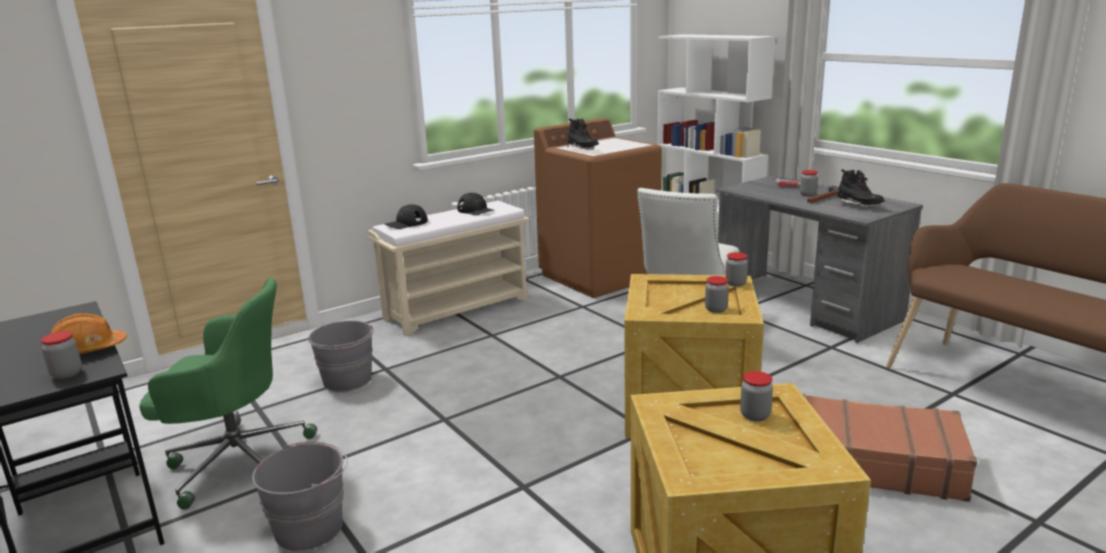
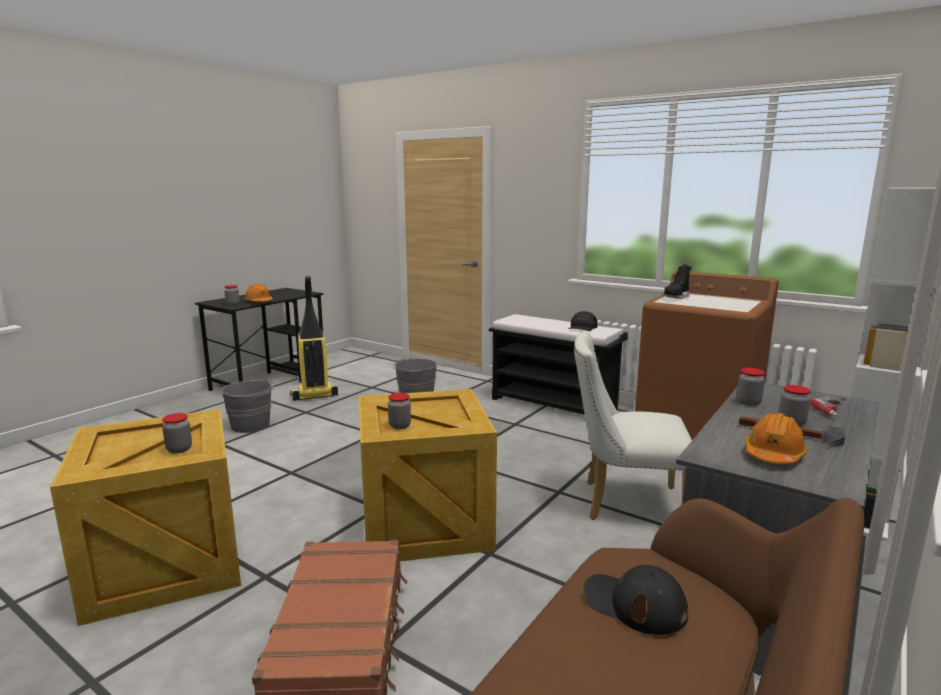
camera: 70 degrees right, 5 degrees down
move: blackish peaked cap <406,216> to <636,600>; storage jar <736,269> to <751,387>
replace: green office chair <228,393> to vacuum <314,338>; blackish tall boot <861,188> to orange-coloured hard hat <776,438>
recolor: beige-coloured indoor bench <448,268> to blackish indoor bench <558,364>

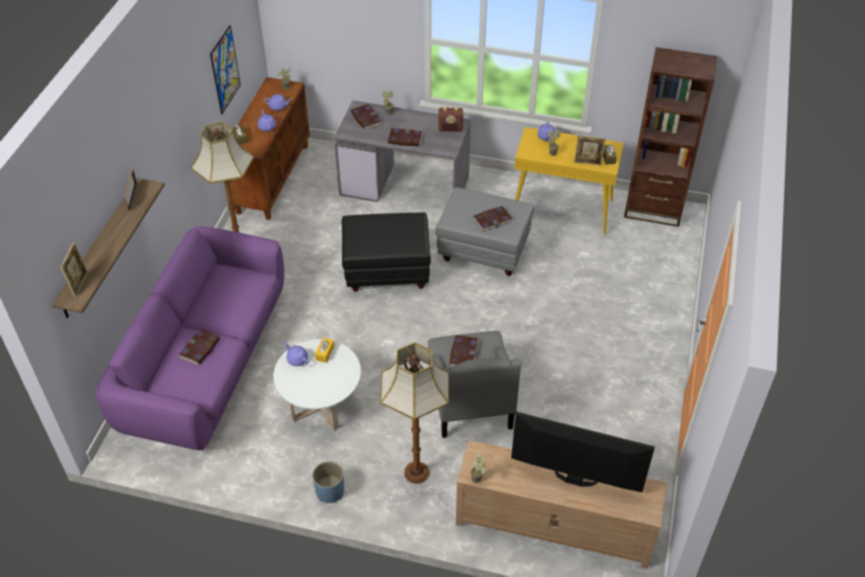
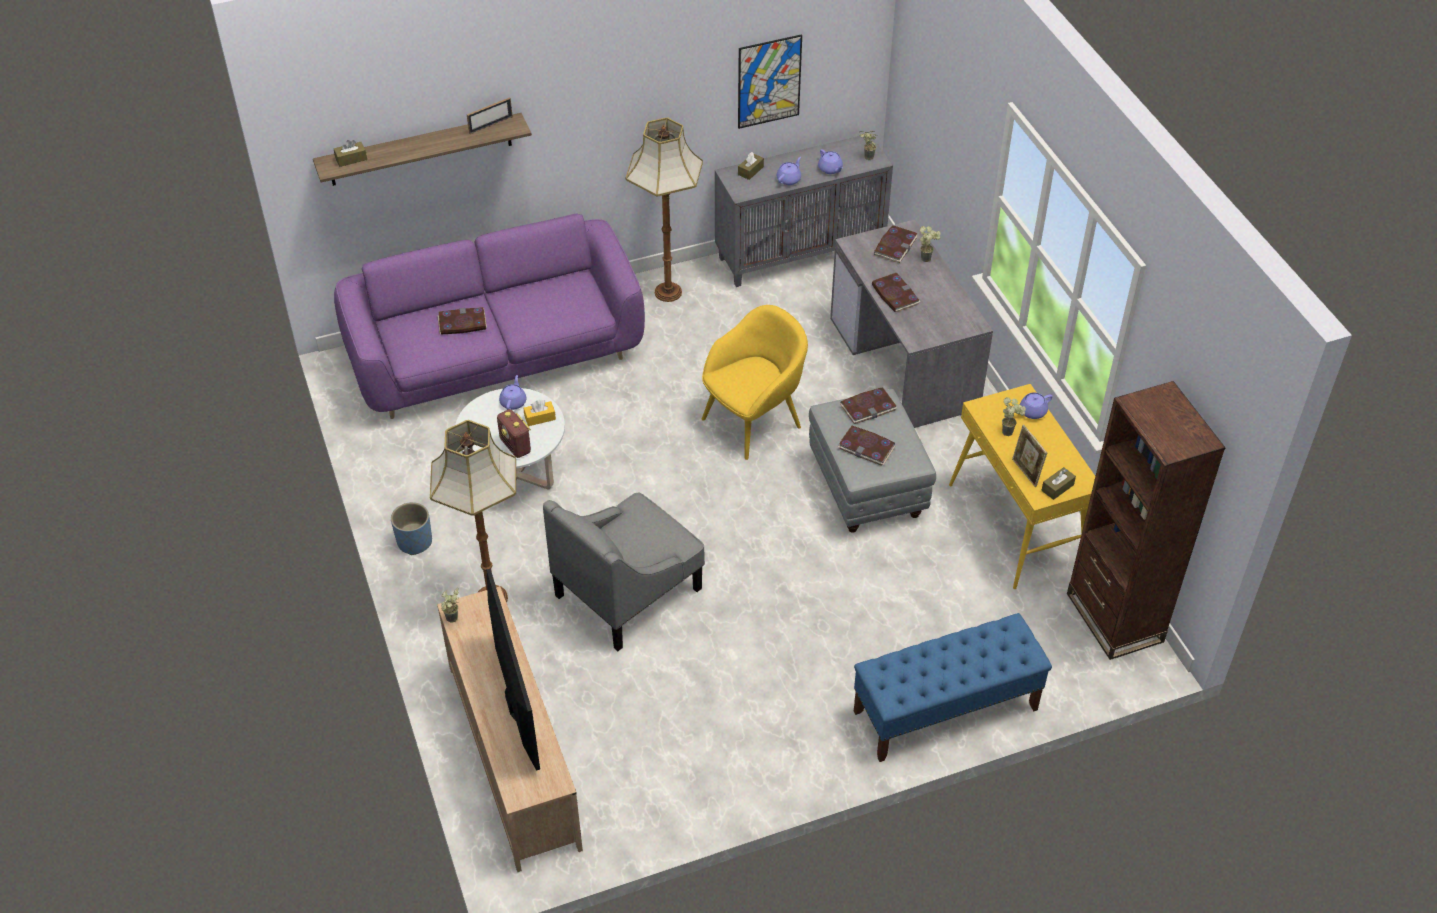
camera: 55 degrees right, 0 degrees up
insert: bluish indoor bench <953,687>
move: radio set <450,119> to <514,433>; book <464,351> to <868,405>
replace: picture frame <74,269> to brown-coloured tissue holder <350,153>; blackish ottoman <386,252> to yellow-coloured lounge chair <755,382>
recolor: brown-coloured cabinet <269,148> to greyish cabinet <804,211>

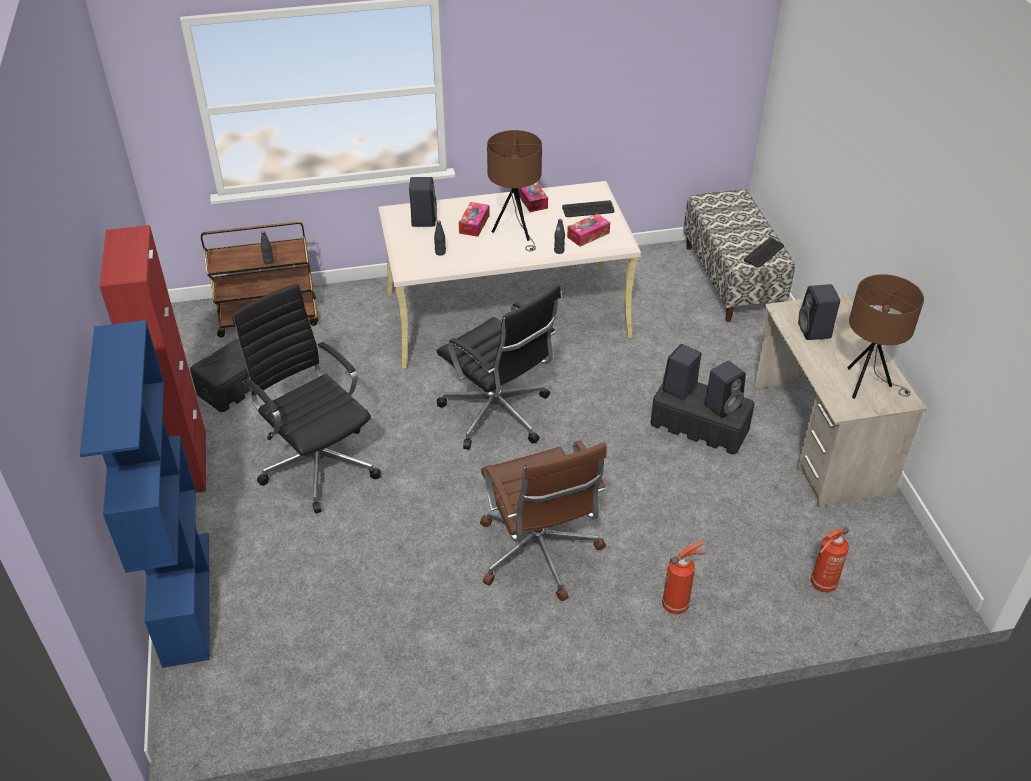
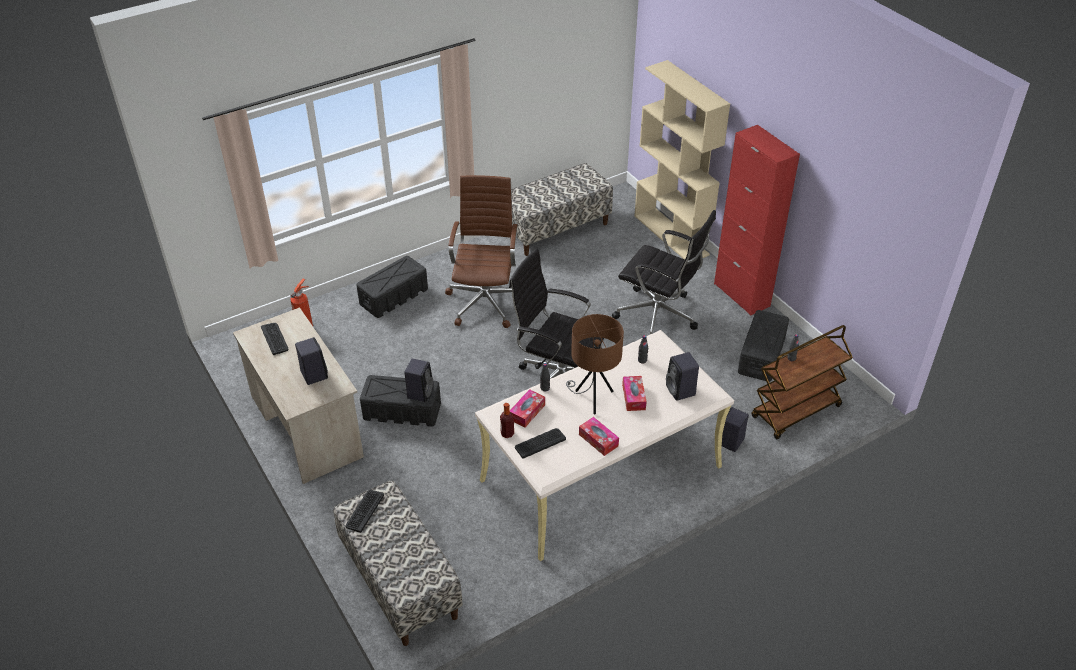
camera: 160 degrees right, 0 degrees up
insert: drink bottle <507,420>; indoor bench <562,209>
move: blackish loudspeaker <725,389> to <735,429>
replace: extinguisher <683,577> to blackish storage box <392,287>; brown-coloured tabletop lamp <885,336> to computer keyboard <275,339>
recolor: bluish bookcase <145,494> to beige-coloured bookcase <682,160>
rotate: brown-coloured office chair <543,521> = <481,251> 45 degrees clockwise

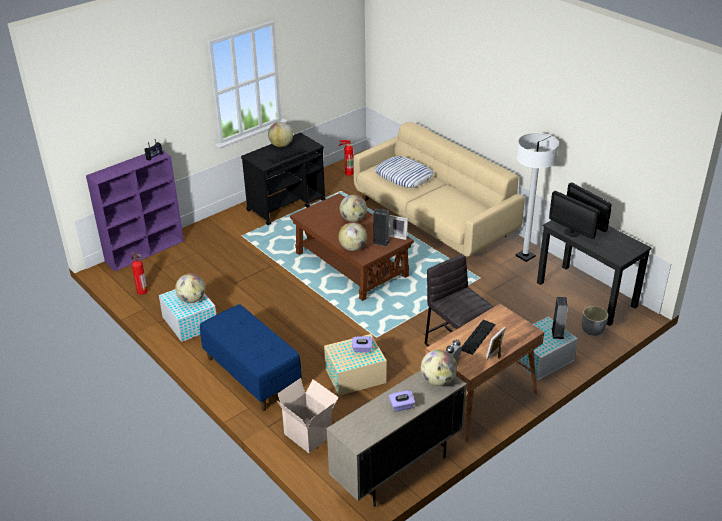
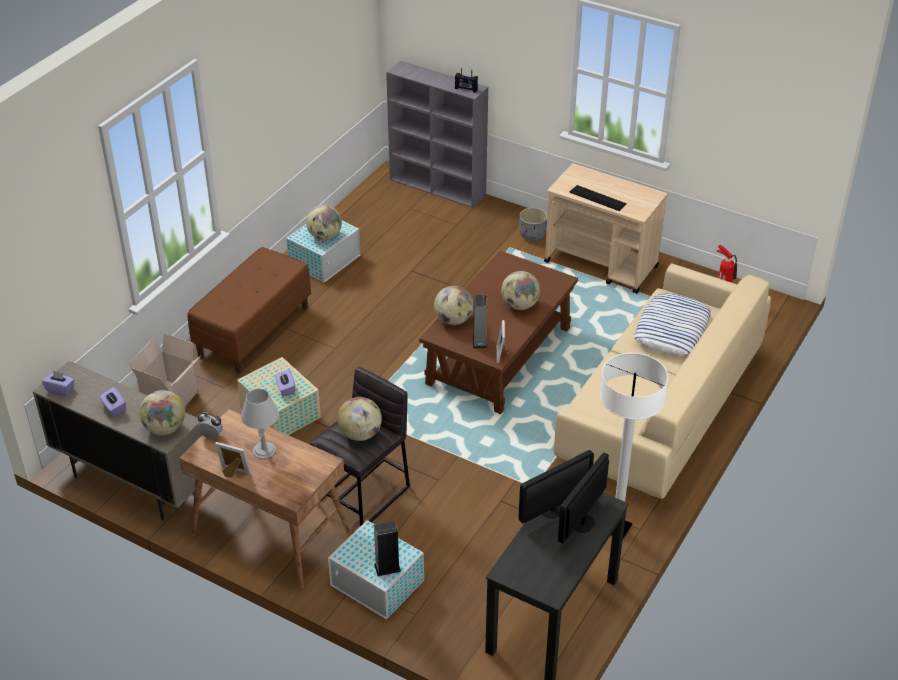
camera: 70 degrees right, 5 degrees up
delete: extinguisher <139,273>
insert: purple tissue holder <58,383>
move: world globe <280,134> to <360,419>; greyish flower pot <595,321> to <533,224>
replace: computer keyboard <479,337> to greyish tabletop lamp <260,423>
recolor: purple bookcase <135,210> to greyish bookcase <437,134>; bluish indoor bench <251,357> to brown-coloured indoor bench <249,310>; blackish trolley <283,179> to beige-coloured trolley <605,228>
rotate: computer display <574,215> = <556,487> 150 degrees counterclockwise

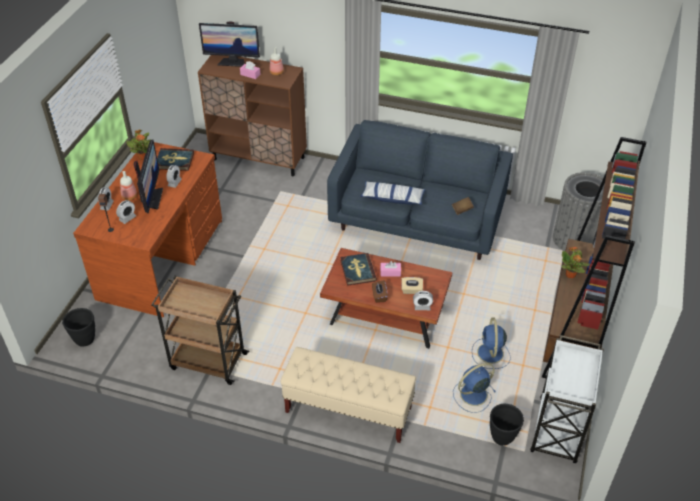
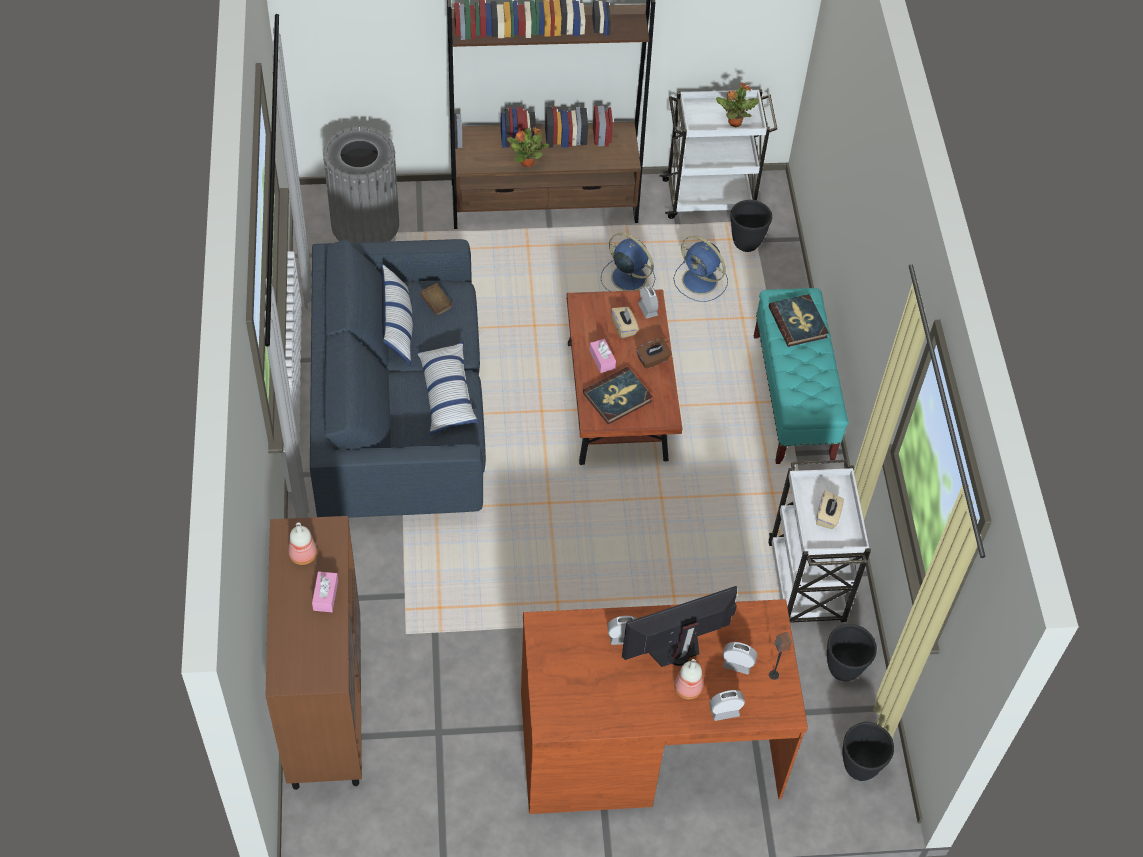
camera: 115 degrees left, 10 degrees up
delete: computer display <229,44>
insert: throw pillow <397,314>; beige-coloured tissue holder <830,510>; blackish flower pot <852,652>
move: plant in a pot <138,145> to <737,105>; book <175,159> to <799,320>
recolor: brown-coloured trolley <200,330> to whitish trolley <819,541>; beige-coloured indoor bench <348,395> to blue-green indoor bench <801,376>
rotate: bluish electric fan <491,343> = <628,262> 120 degrees counterclockwise

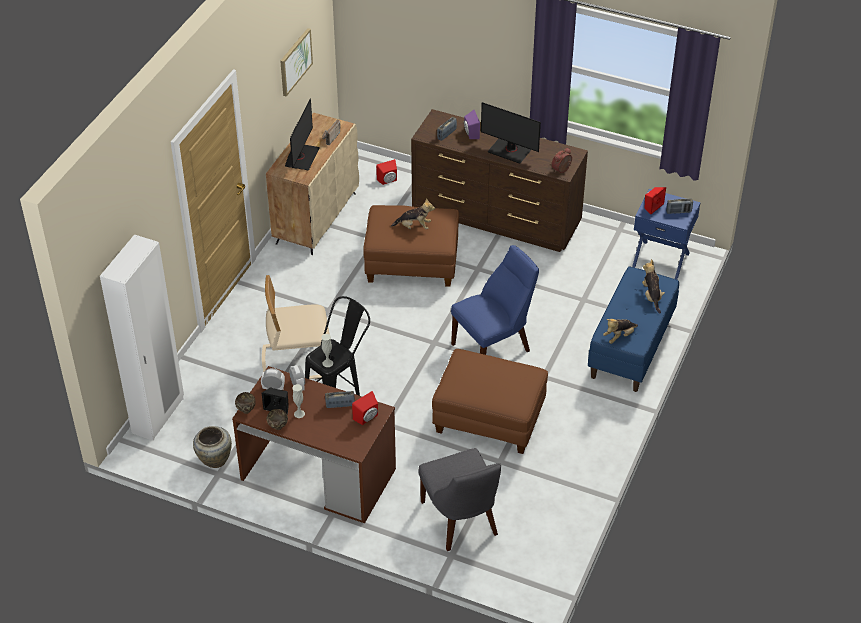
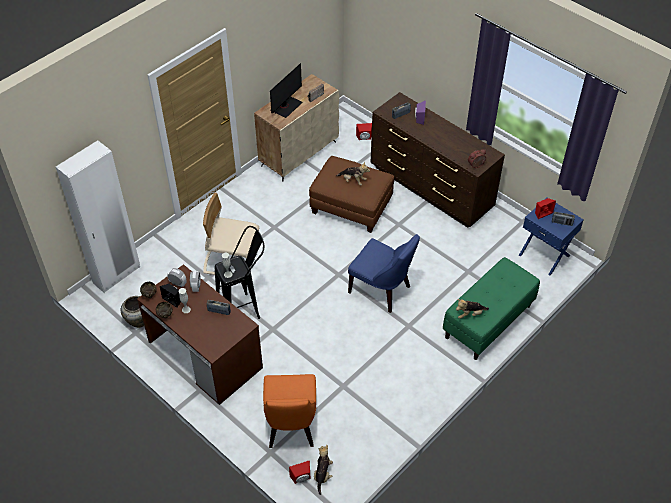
camera: 20 degrees right, 5 degrees up
delete: wall art <296,62>; brown-coloured ottoman <490,401>; computer display <511,133>
move: red loudspeaker <365,408> to <299,472>; soft toy <653,286> to <323,470>
recolor: greyish upright chair <459,499> to orange-coloured upright chair <289,411>; bluish indoor bench <633,329> to green indoor bench <491,308>
rotate: bluish upright chair <495,300> = <384,273> 45 degrees clockwise

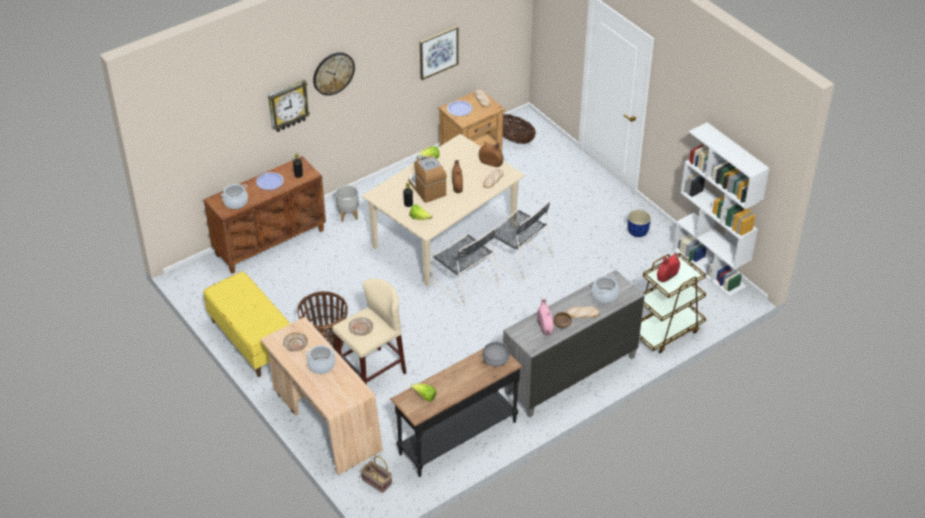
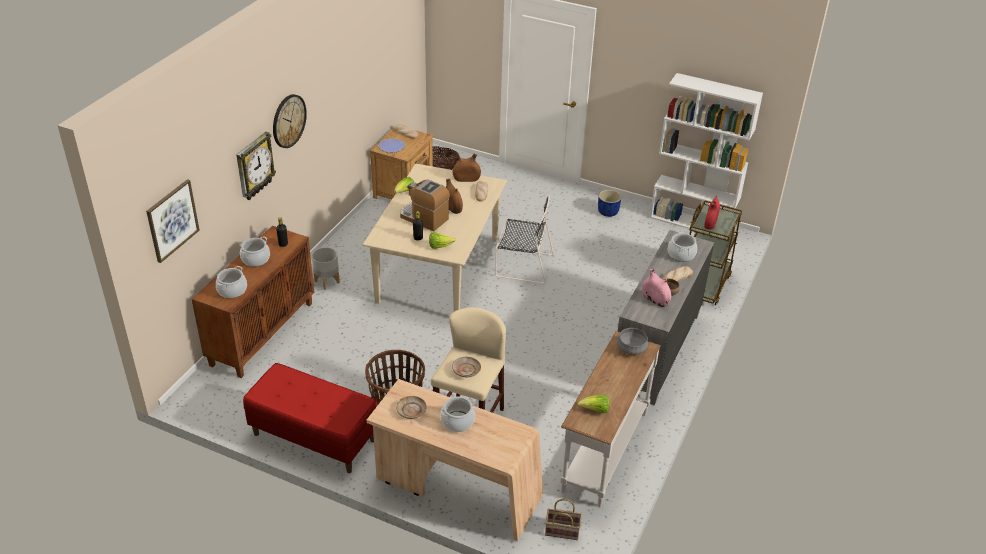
camera: 30 degrees left, 5 degrees down
delete: blackish upright chair <465,267>
move: wall art <439,53> to <173,221>
replace: flat dish <270,181> to saucepot <255,251>
recolor: yellow-coloured indoor bench <247,324> to red indoor bench <310,418>; blackish hall table <456,409> to whitish hall table <610,419>

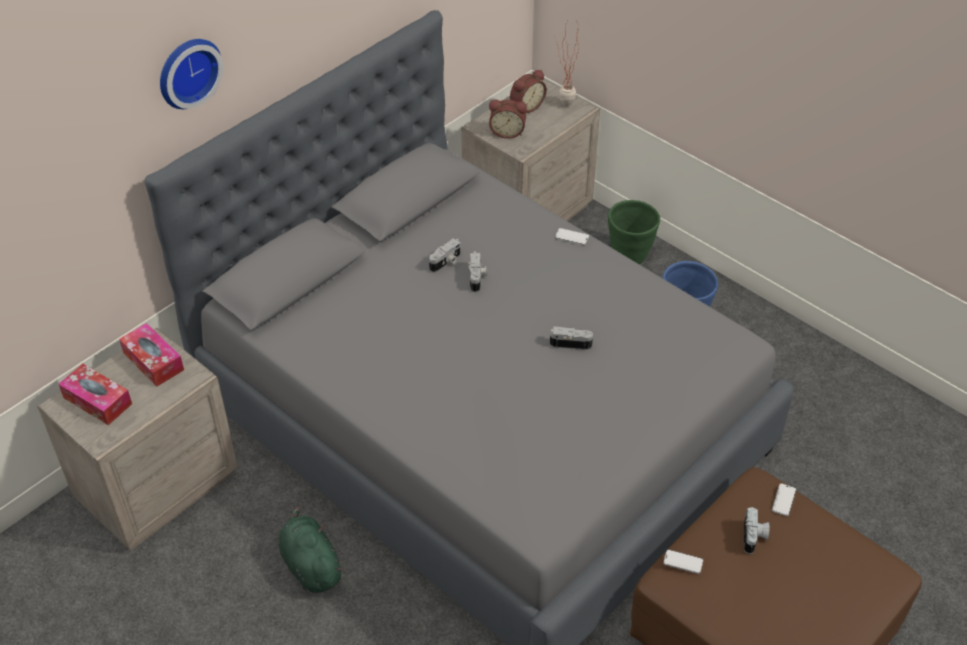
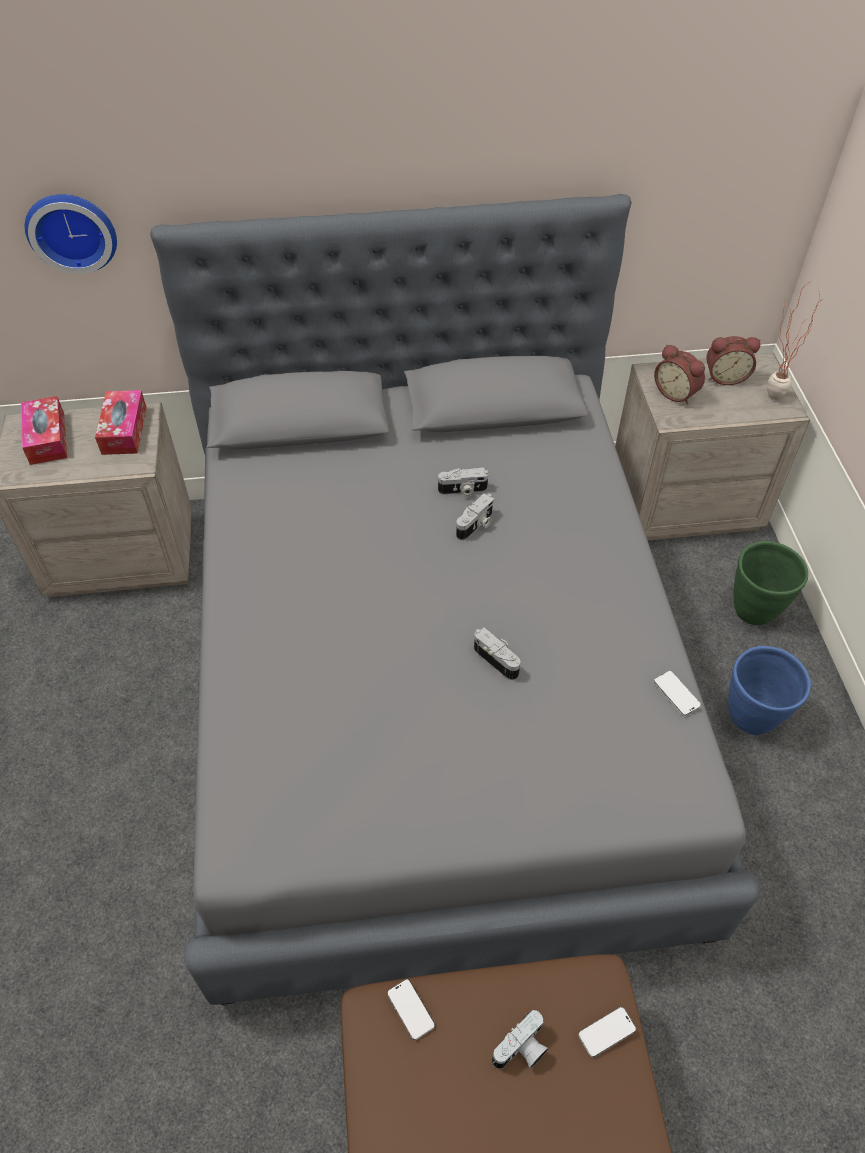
camera: 40 degrees right, 5 degrees up
delete: green soft toy <311,549>
move: clock on the wall <191,74> to <71,234>; phone <572,236> to <677,693>

